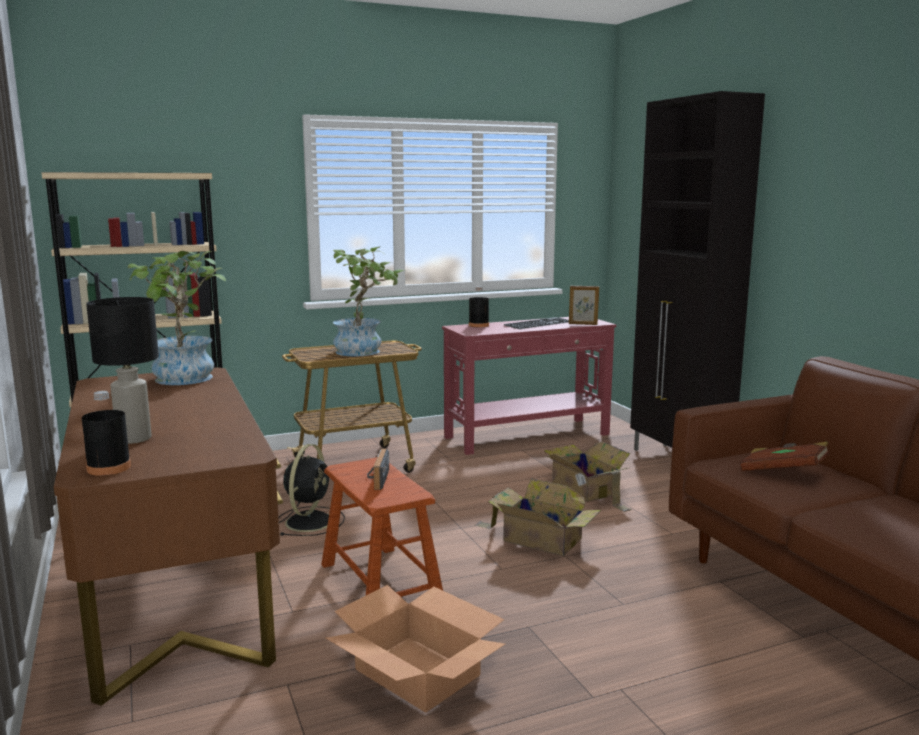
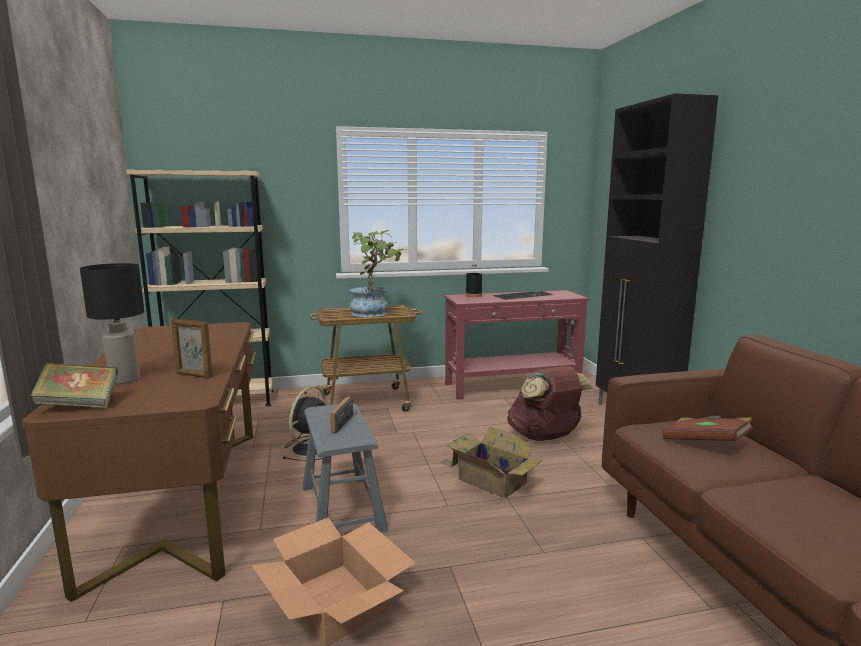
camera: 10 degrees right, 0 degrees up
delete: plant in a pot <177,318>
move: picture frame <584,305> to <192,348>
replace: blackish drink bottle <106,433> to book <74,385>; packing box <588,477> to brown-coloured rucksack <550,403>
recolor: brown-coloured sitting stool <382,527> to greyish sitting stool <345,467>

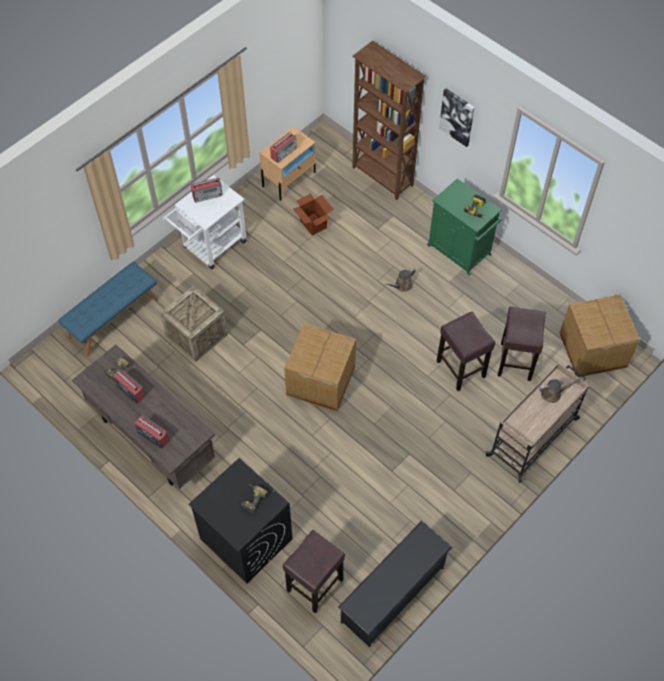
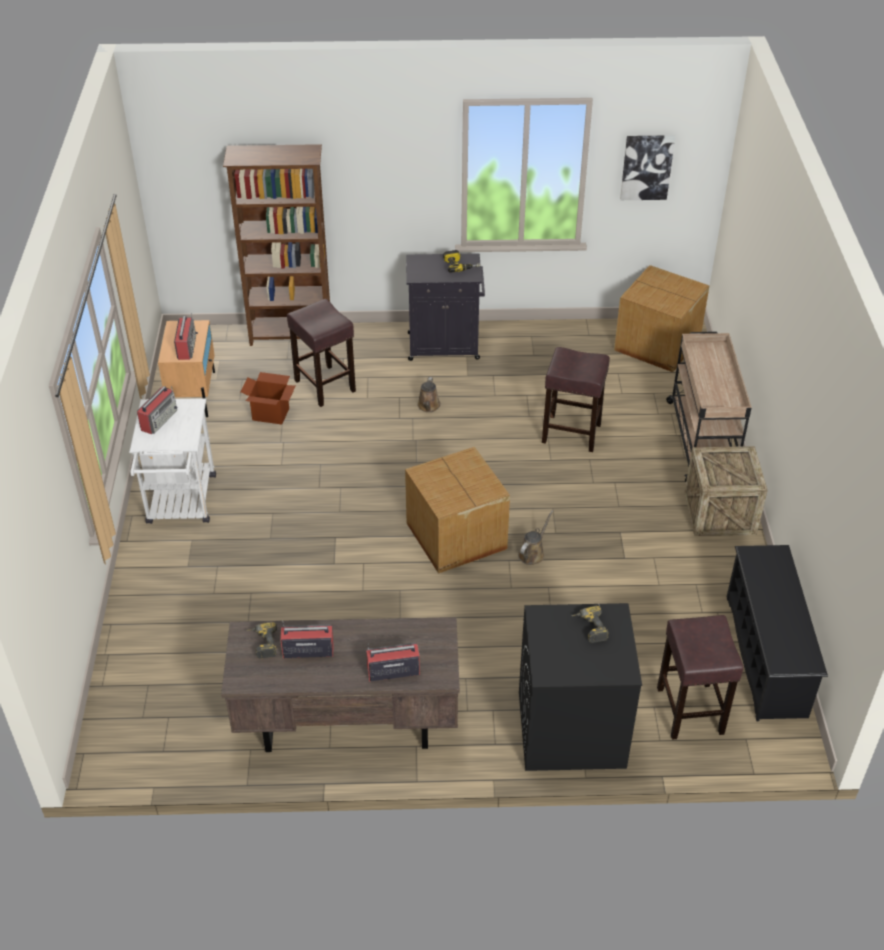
camera: 45 degrees left, 15 degrees down
delete: bluish indoor bench <108,308>
move: shipping crate <194,323> to <726,491>; wall art <457,117> to <647,167>; brown-coloured sitting stool <522,344> to <321,353>; brown-coloured watering pot <561,390> to <535,537>
recolor: green cabinet <464,227> to blackish cabinet <445,307>

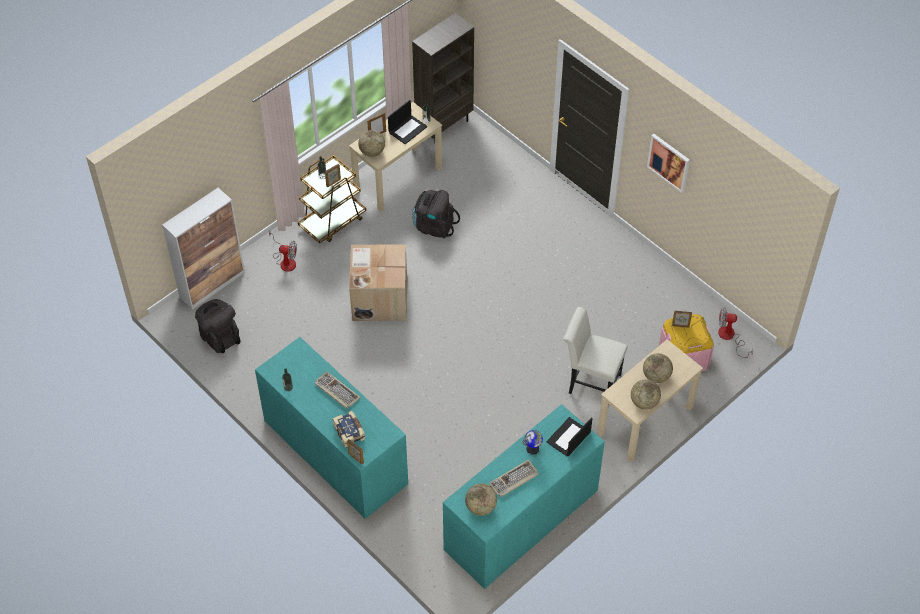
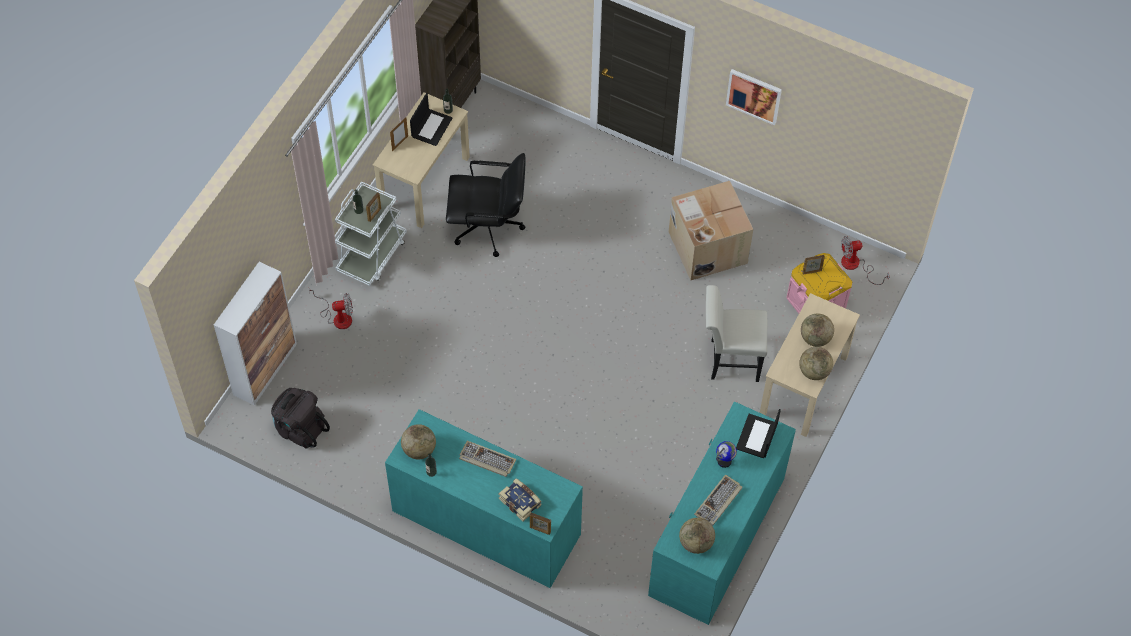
camera: 20 degrees left, 5 degrees up
move: packing box <378,282> to <710,230>; world globe <371,143> to <418,441>
replace: blackish rucksack <436,214> to blackish office chair <486,205>
recolor: brown-coloured trolley <332,199> to whitish trolley <371,233>

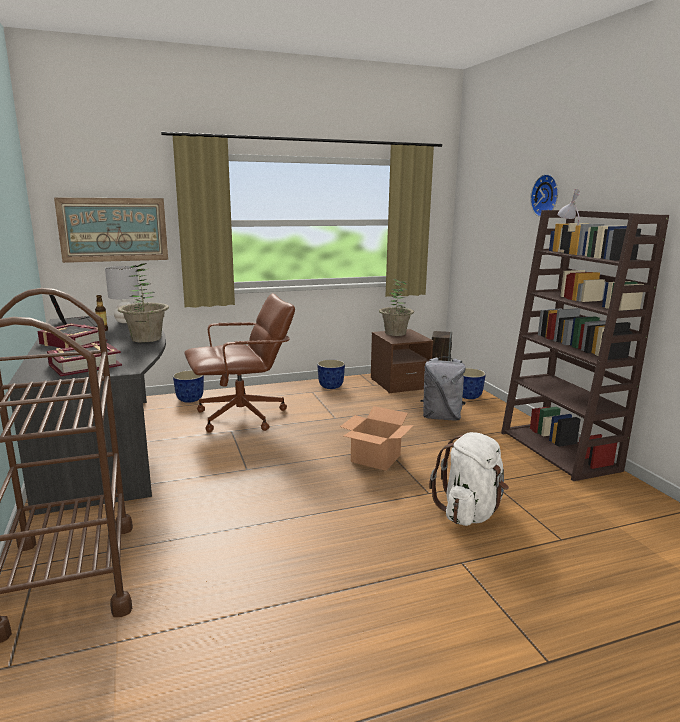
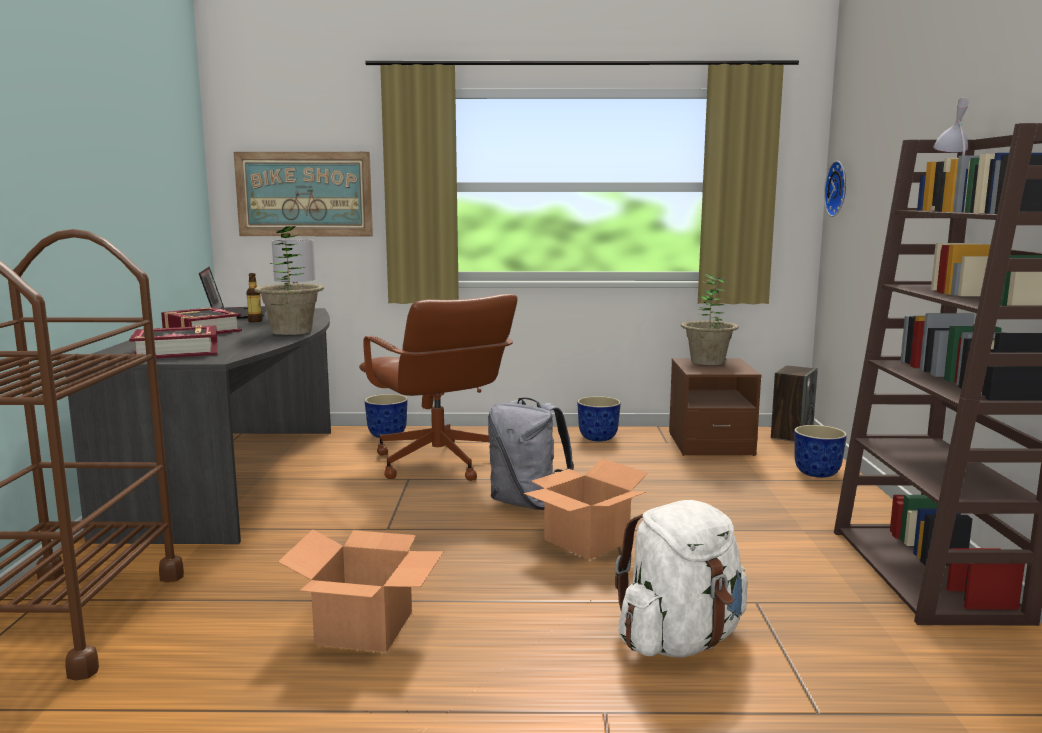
camera: 20 degrees right, 5 degrees down
insert: packing box <361,591>
move: greyish rucksack <443,389> to <531,453>; clock on the wall <544,195> to <835,189>
rotate: brown-coloured office chair <239,362> = <438,387> 60 degrees clockwise

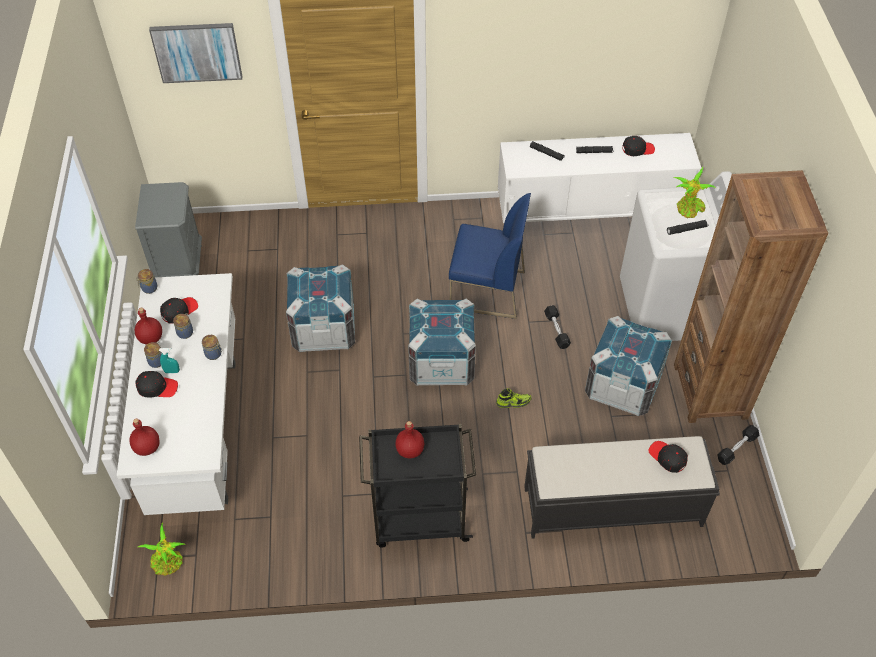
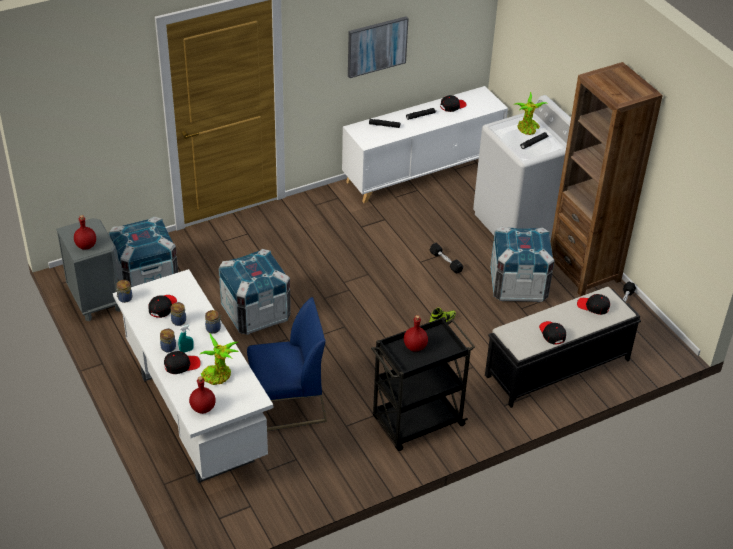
camera: 25 degrees left, 10 degrees down
insert: blackish peaked cap <552,333>
move: red drink bottle <148,326> to <85,232>; plant in a pot <162,549> to <219,359>; wall art <195,53> to <378,47>; shipping crate <442,342> to <143,252>; bluish upright chair <490,256> to <287,364>

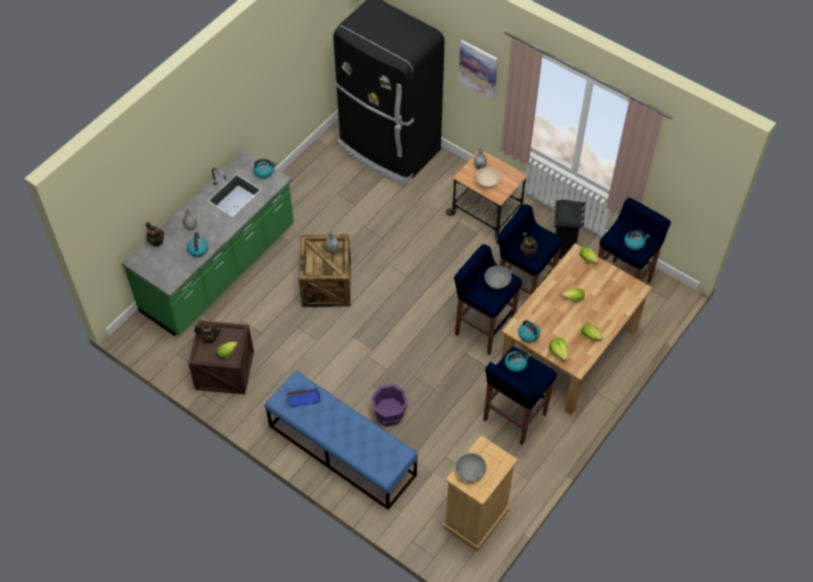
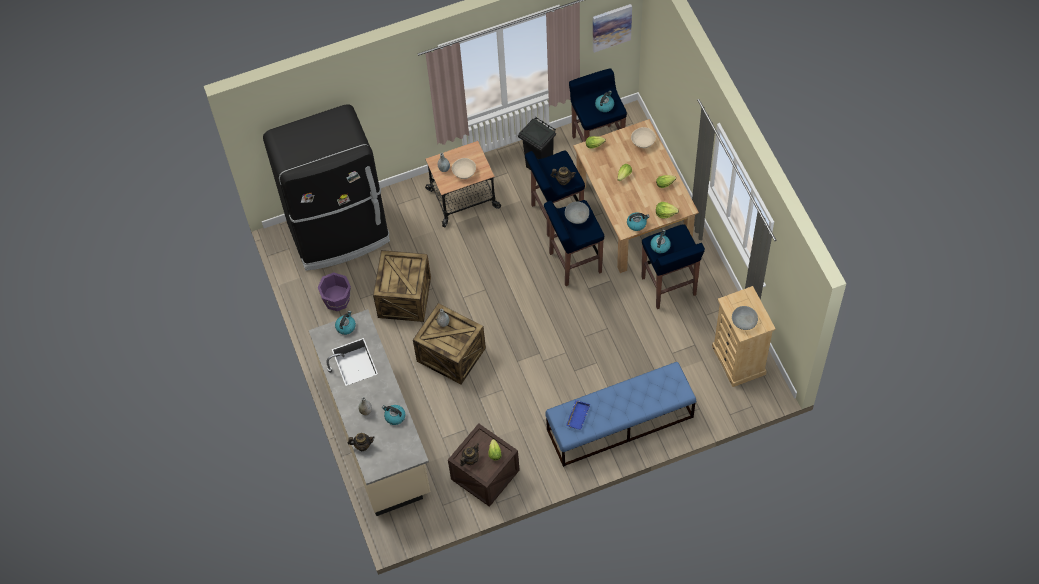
camera: 55 degrees left, 5 degrees up
insert: shipping crate <402,286>; beige-coloured bowl <643,137>
move: purple pail <390,405> to <334,291>; wall art <478,70> to <612,28>
recolor: green kitchen counter <208,243> to beige-coloured kitchen counter <369,412>

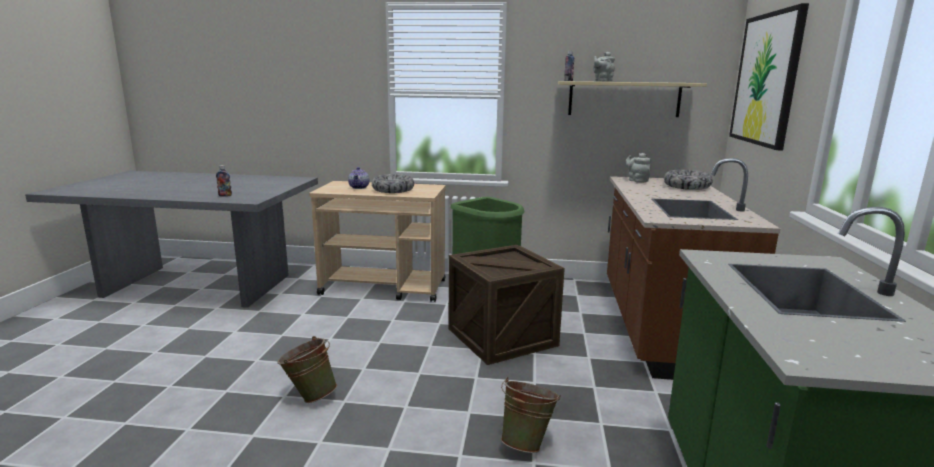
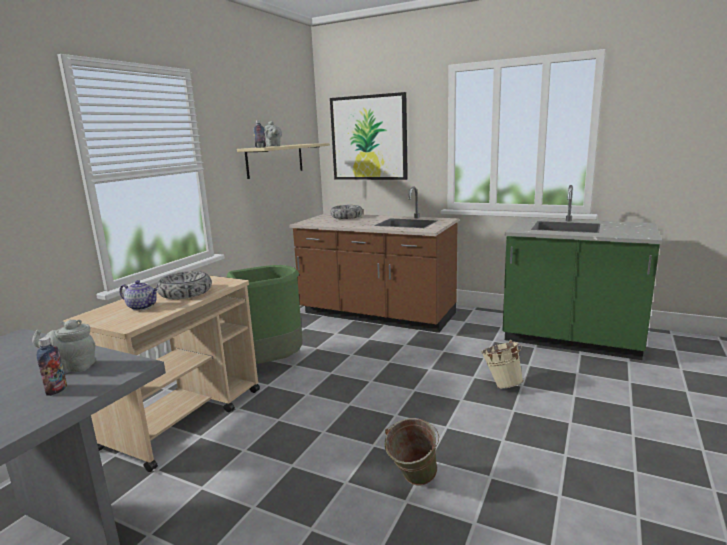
camera: 70 degrees left, 0 degrees up
delete: shipping crate <507,305>
move: greyish pot for tea <638,168> to <63,347>
recolor: green pail <531,415> to beige-coloured pail <502,364>

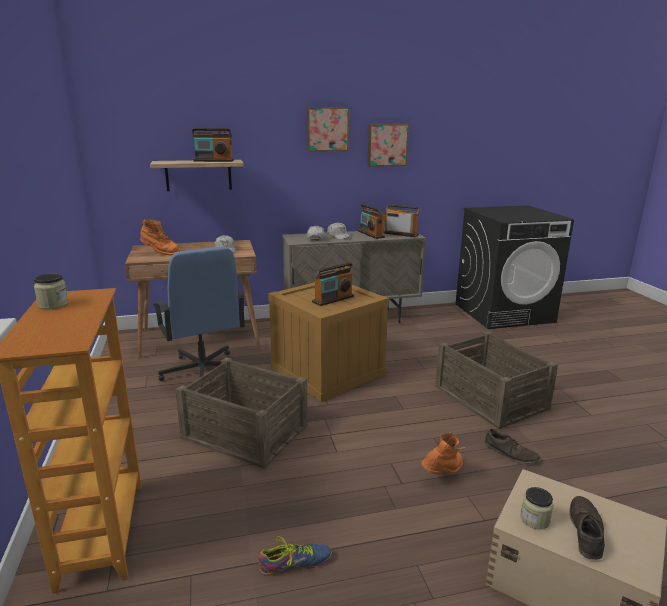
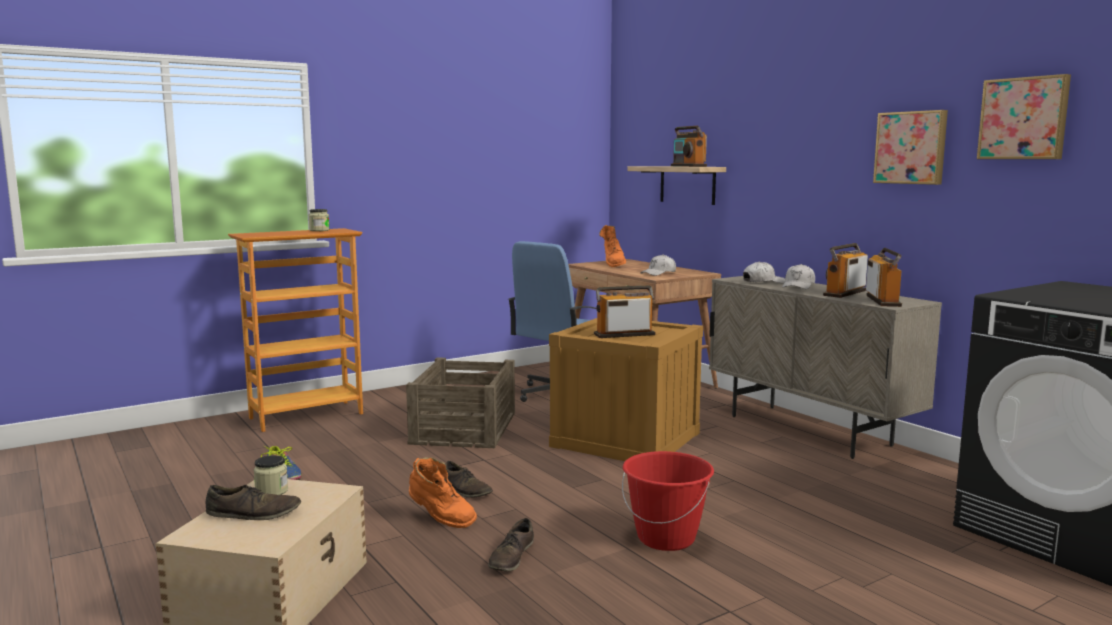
camera: 70 degrees right, 10 degrees down
insert: brown-coloured low shoe <469,479>
move: wall art <328,129> to <1024,116>
replace: shipping crate <496,380> to red pail <668,501>
rotate: radio set <333,284> = <624,311> 135 degrees clockwise

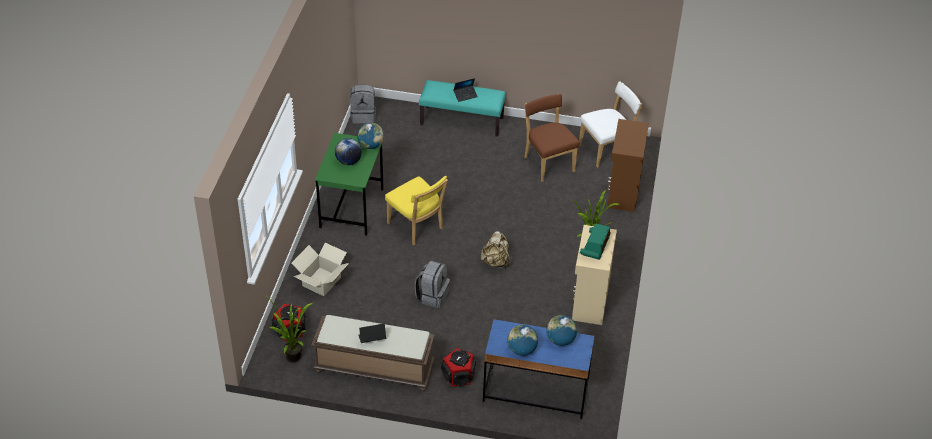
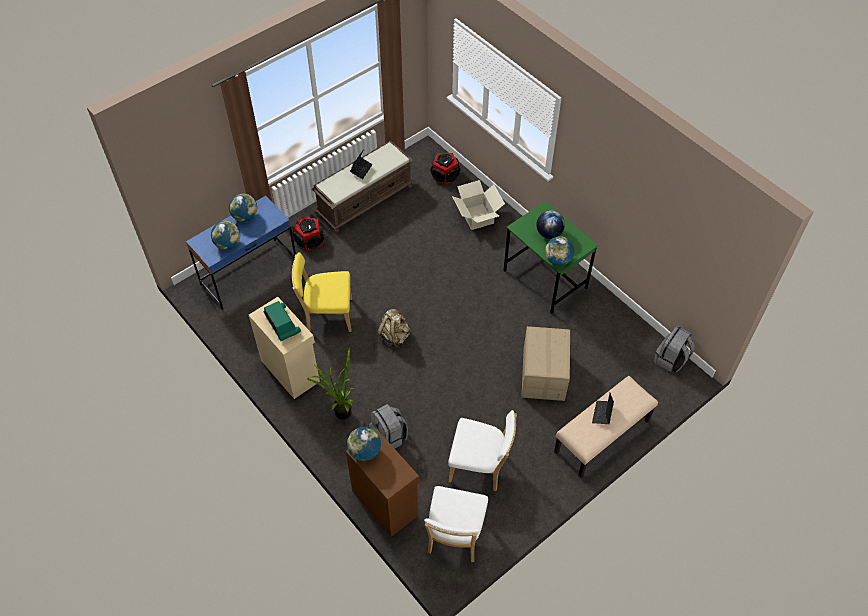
camera: 130 degrees right, 10 degrees up
delete: plant in a pot <288,329>
insert: world globe <364,444>; packing box <546,363>
move: yellow-coloured upright chair <416,210> to <322,292>; greyish rucksack <432,284> to <388,426>
recolor: blue-green indoor bench <462,108> to beige-coloured indoor bench <606,427>; brown-coloured upright chair <551,138> to whitish upright chair <482,450>

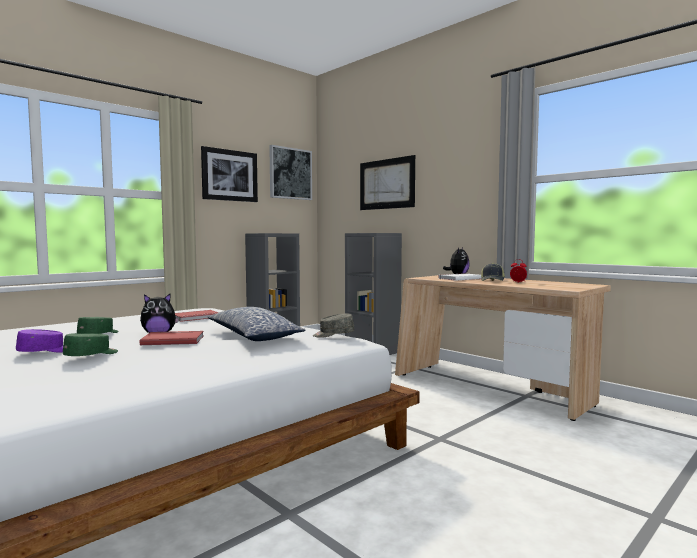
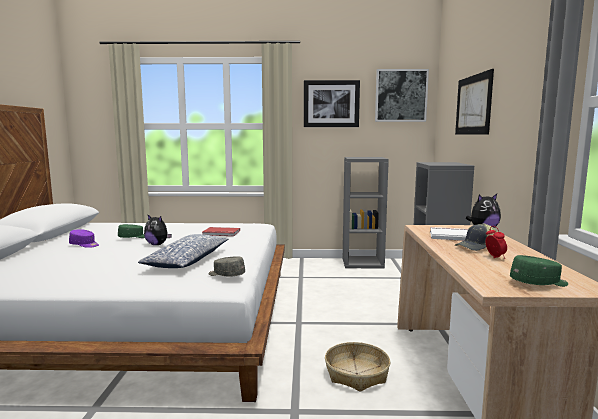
camera: 45 degrees right, 5 degrees up
delete: red book <171,338>
insert: storage basket <357,367>
move: green peaked cap <90,344> to <539,271>

